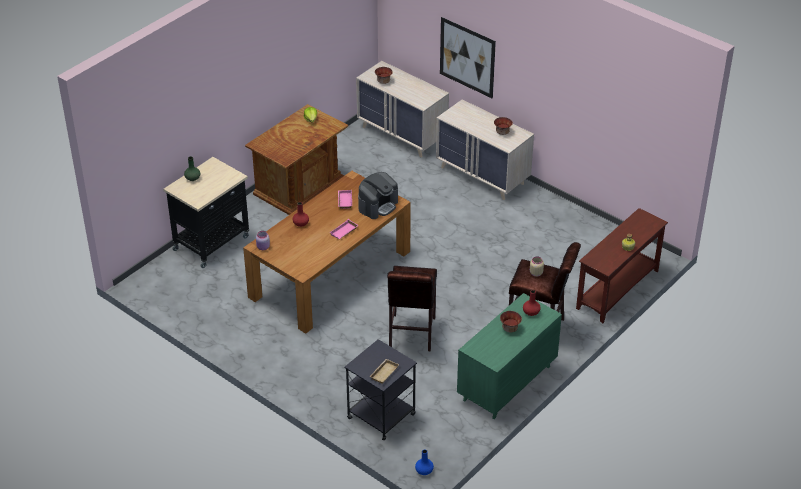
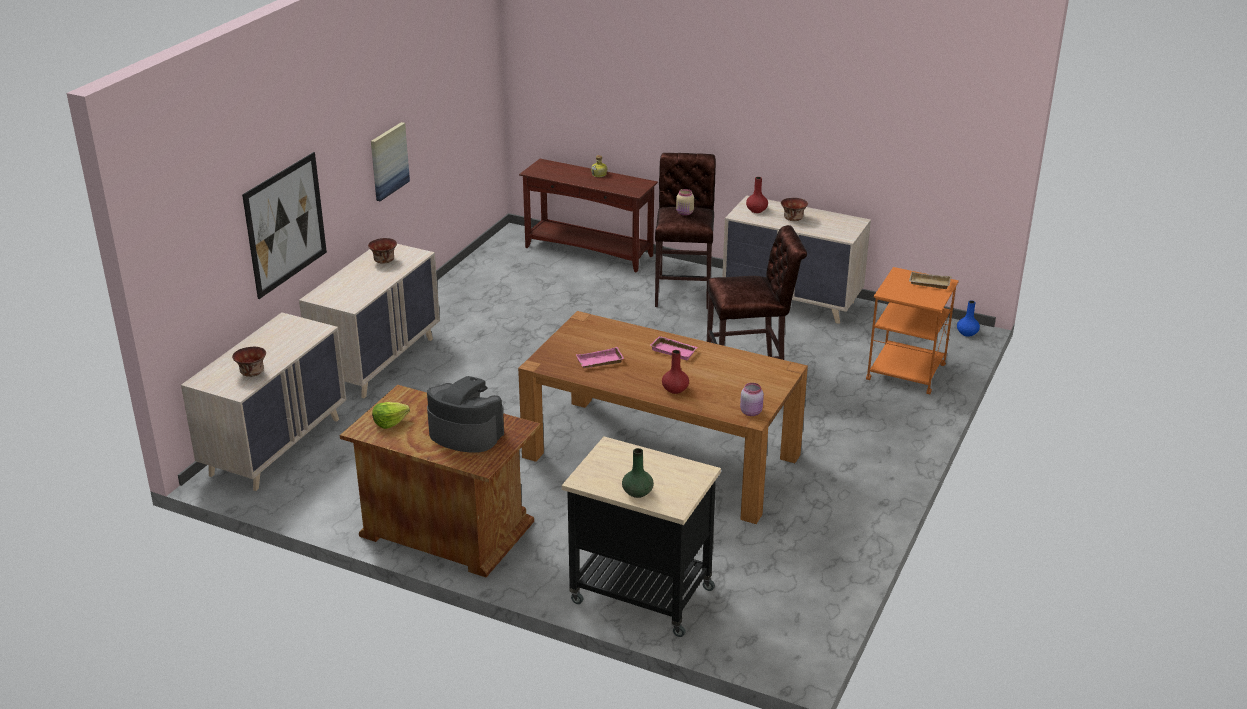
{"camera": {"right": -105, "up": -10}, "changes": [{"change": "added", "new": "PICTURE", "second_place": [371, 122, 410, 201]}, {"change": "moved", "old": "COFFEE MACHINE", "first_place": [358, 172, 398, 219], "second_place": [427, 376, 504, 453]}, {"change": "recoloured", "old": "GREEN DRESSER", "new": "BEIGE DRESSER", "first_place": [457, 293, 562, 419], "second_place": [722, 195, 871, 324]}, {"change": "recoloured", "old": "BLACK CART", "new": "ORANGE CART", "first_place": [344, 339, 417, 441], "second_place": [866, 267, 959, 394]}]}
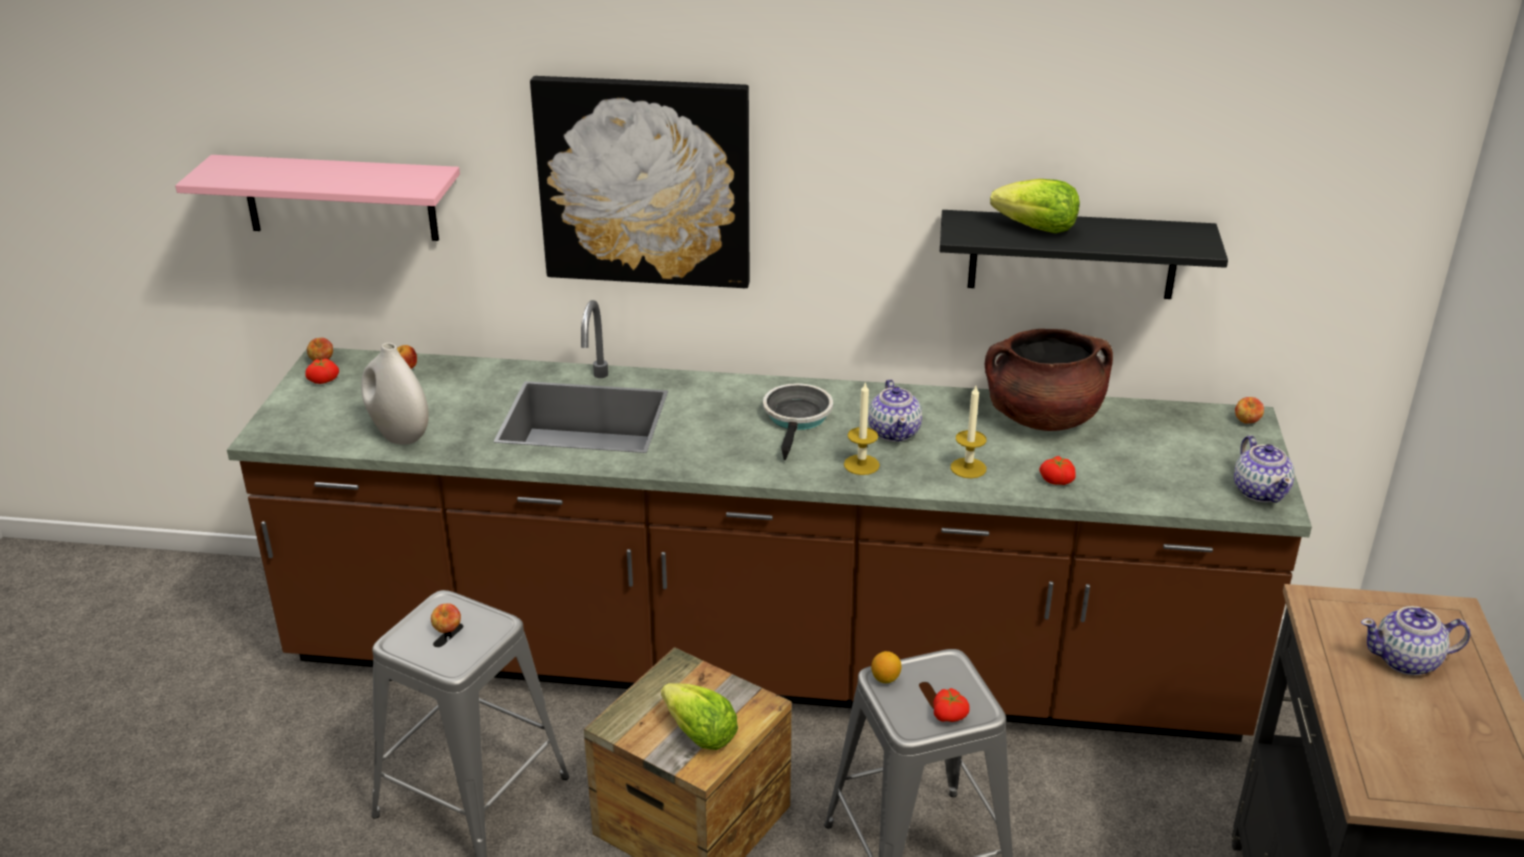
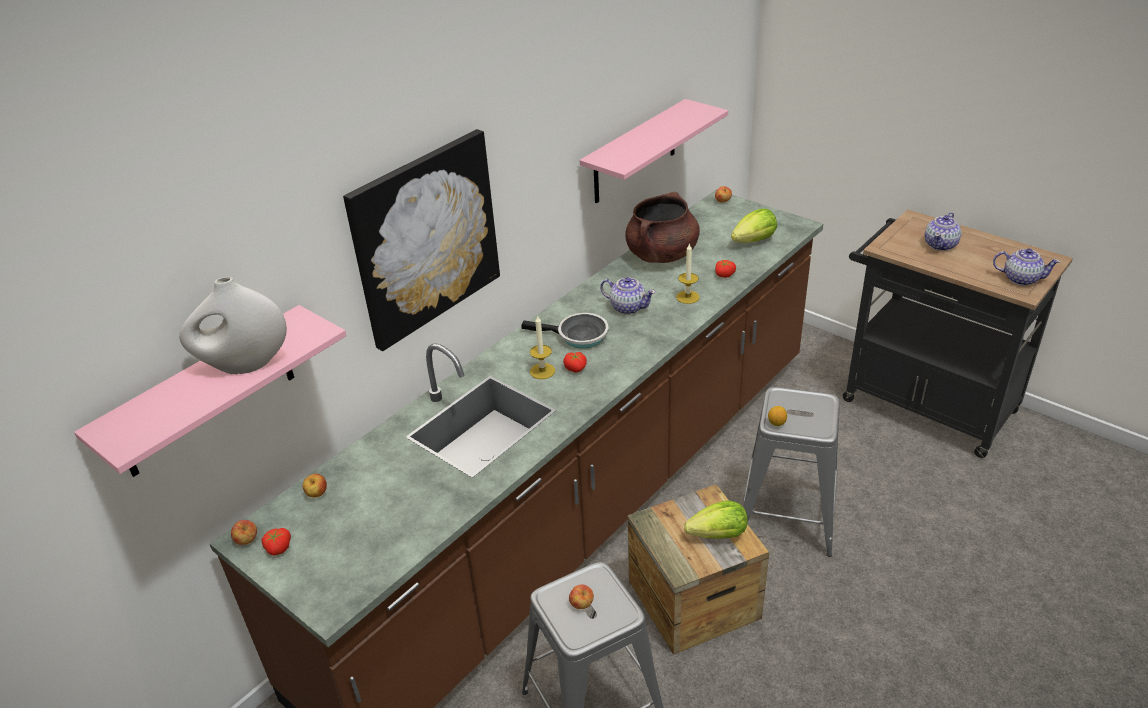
{"camera": {"right": -55, "up": 5}, "changes": [{"change": "moved", "old": "WHITE VASE", "first_place": [361, 343, 429, 445], "second_place": [179, 277, 287, 374]}, {"change": "turned", "old": "FRYING PAN", "first_place": [763, 383, 833, 460], "second_place": [521, 313, 609, 349], "degrees": 150}, {"change": "moved", "old": "CANDLE", "first_place": [844, 381, 880, 475], "second_place": [530, 316, 555, 379]}, {"change": "moved", "old": "TOMATO", "first_place": [933, 688, 970, 722], "second_place": [563, 352, 587, 372]}, {"change": "recoloured", "old": "BLACK SHELF", "new": "PINK SHELF", "first_place": [940, 210, 1228, 299], "second_place": [580, 99, 728, 203]}, {"change": "moved", "old": "LETTUCE", "first_place": [990, 179, 1080, 233], "second_place": [731, 209, 777, 243]}, {"change": "moved", "old": "TEAPOT", "first_place": [1234, 435, 1295, 503], "second_place": [993, 248, 1060, 286]}]}
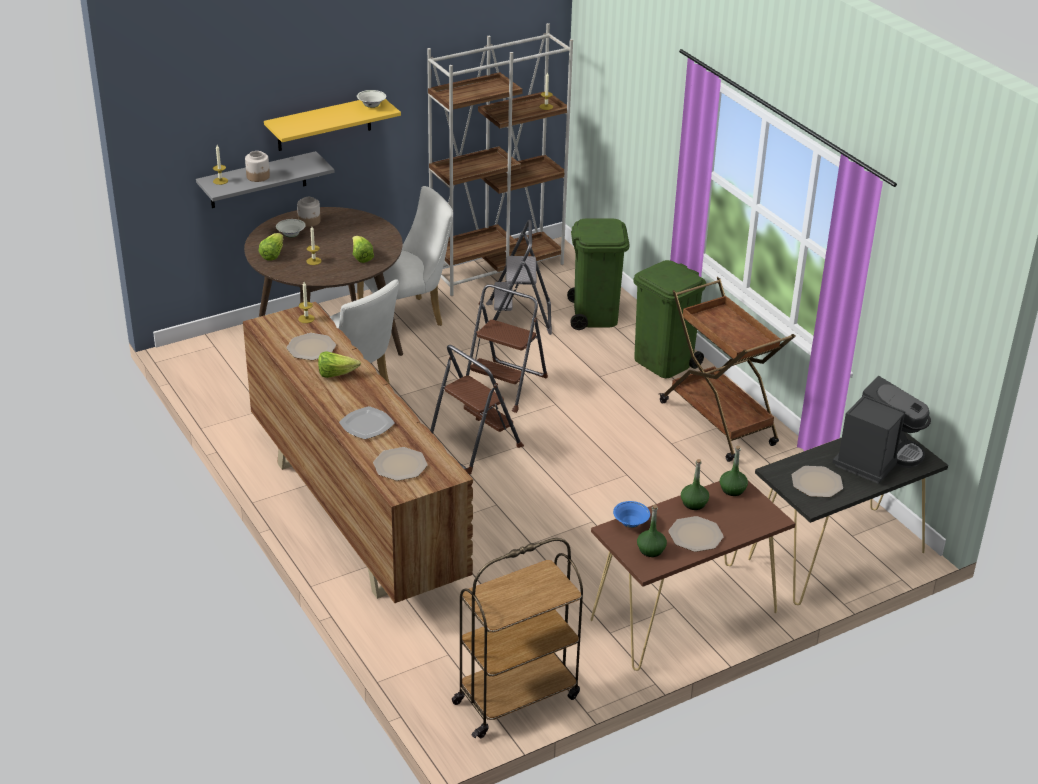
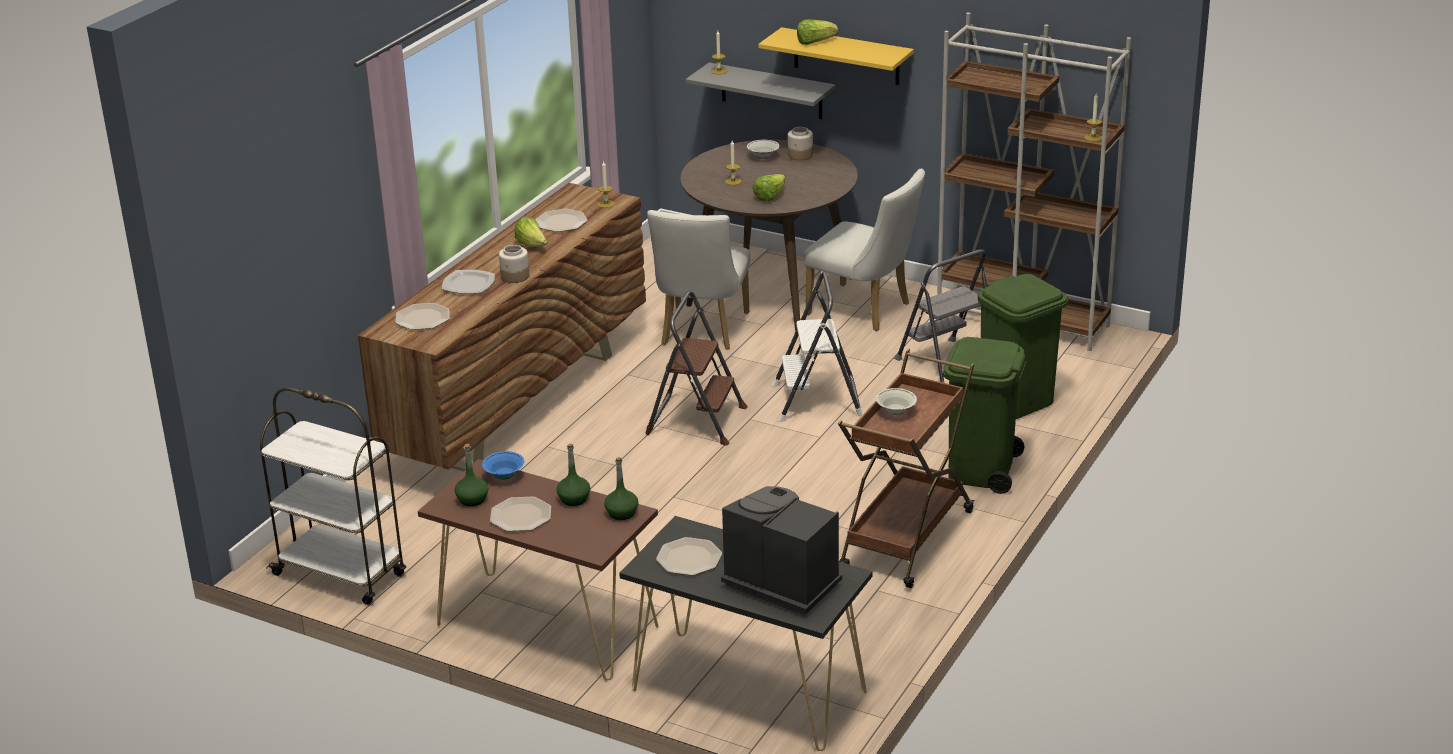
{"camera": {"right": 60, "up": -5}, "changes": [{"change": "recoloured", "old": "BROWN CART", "new": "WHITE CART", "first_place": [452, 538, 583, 738], "second_place": [260, 388, 406, 605]}, {"change": "moved", "old": "JAR", "first_place": [245, 151, 270, 182], "second_place": [499, 245, 529, 283]}, {"change": "turned", "old": "COFFEE MACHINE", "first_place": [832, 376, 931, 483], "second_place": [721, 486, 842, 615], "degrees": -150}, {"change": "recoloured", "old": "BROWN STEP LADDER", "new": "WHITE STEP LADDER", "first_place": [466, 284, 548, 413], "second_place": [771, 272, 862, 422]}, {"change": "moved", "old": "LETTUCE", "first_place": [259, 233, 284, 261], "second_place": [797, 19, 838, 45]}, {"change": "moved", "old": "WHITE BOWL", "first_place": [357, 90, 386, 108], "second_place": [876, 388, 917, 415]}]}
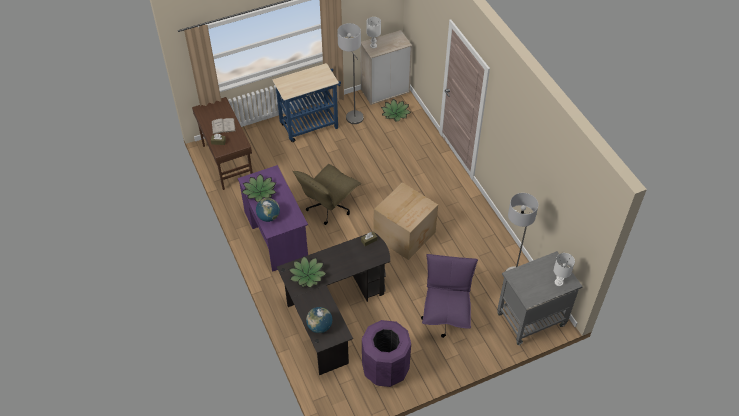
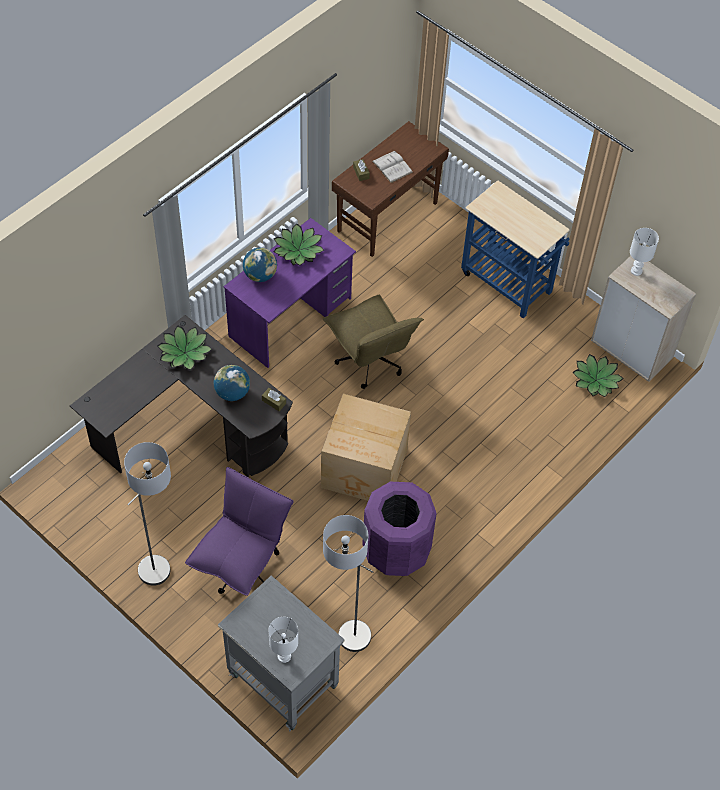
{"camera": {"right": 65, "up": 5}, "changes": [{"change": "moved", "old": "GREY FLOOR LAMP", "first_place": [337, 23, 364, 124], "second_place": [124, 442, 171, 586]}, {"change": "turned", "old": "PURPLE OFFICE CHAIR", "first_place": [421, 254, 478, 338], "second_place": [185, 467, 294, 596], "degrees": -45}, {"change": "moved", "old": "GLOBE", "first_place": [306, 307, 332, 333], "second_place": [214, 365, 250, 401]}, {"change": "turned", "old": "BEIGE OFFICE CHAIR", "first_place": [293, 164, 361, 225], "second_place": [323, 295, 424, 389], "degrees": -135}, {"change": "moved", "old": "PURPLE TRASH CAN", "first_place": [362, 320, 411, 387], "second_place": [362, 482, 437, 576]}]}
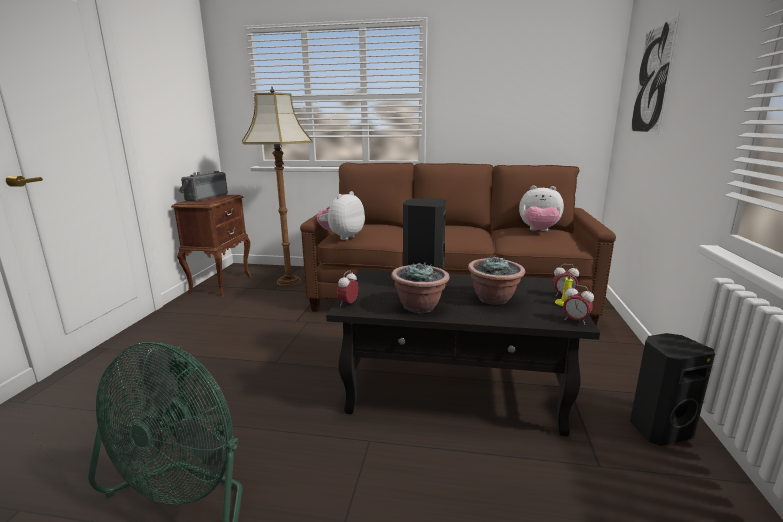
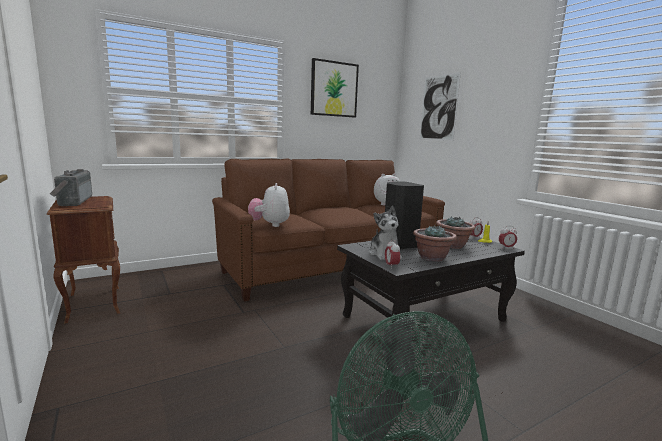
{"camera": {"right": -40, "up": -5}, "changes": [{"change": "added", "new": "PICTURE", "second_place": [311, 58, 359, 117]}, {"change": "added", "new": "PLUSH TOY", "second_place": [369, 206, 402, 260]}, {"change": "removed", "old": "FLOOR LAMP", "first_place": [242, 87, 313, 286]}, {"change": "removed", "old": "BLACK SPEAKER", "first_place": [630, 333, 715, 446]}]}
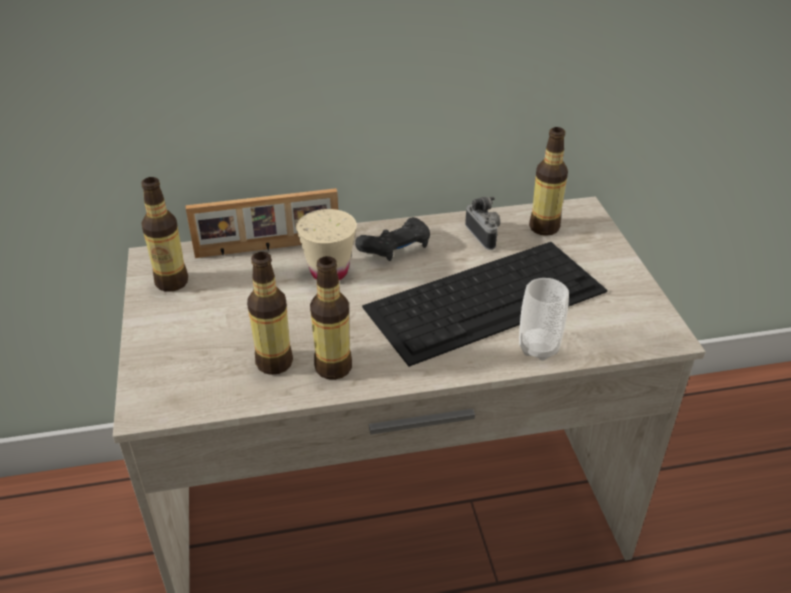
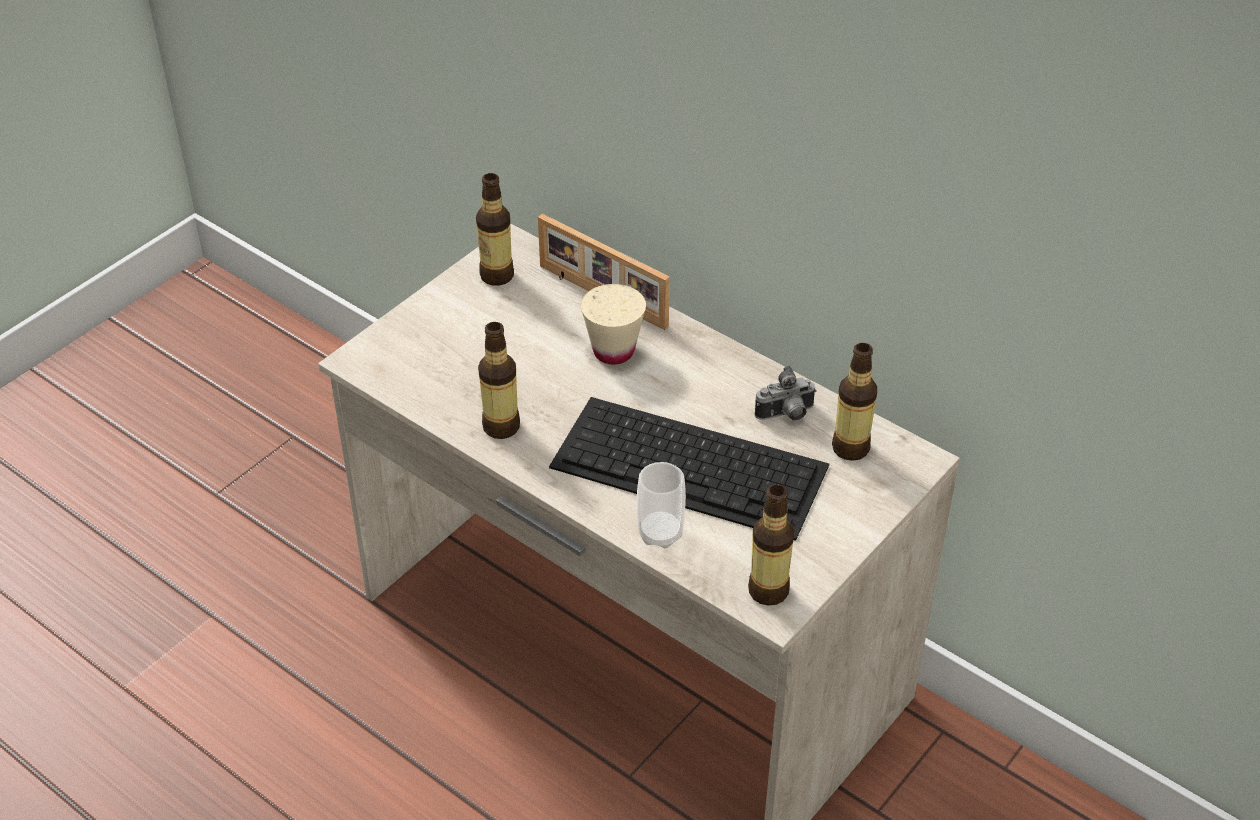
{"camera": {"right": 50, "up": 5}, "changes": [{"change": "moved", "old": "BOTTLE", "first_place": [247, 252, 293, 375], "second_place": [748, 484, 795, 606]}, {"change": "turned", "old": "PHOTO CAMERA", "first_place": [465, 197, 500, 250], "second_place": [755, 365, 817, 421], "degrees": 45}, {"change": "removed", "old": "BLACK GAME CONTROLLER", "first_place": [355, 217, 430, 261]}]}
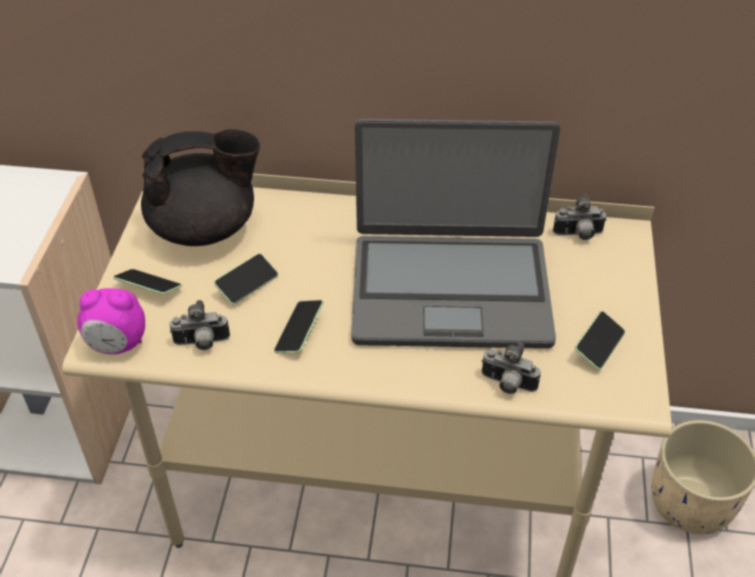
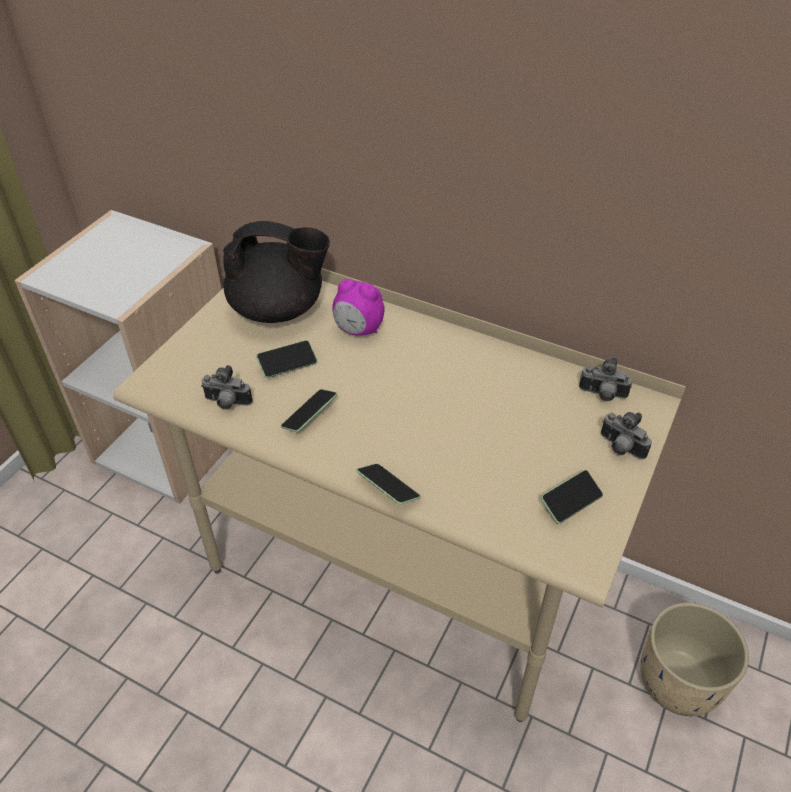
{"camera": {"right": 20, "up": 0}, "changes": [{"change": "moved", "old": "ALARM CLOCK", "first_place": [77, 288, 145, 354], "second_place": [332, 279, 385, 336]}, {"change": "moved", "old": "PHONE", "first_place": [113, 269, 182, 294], "second_place": [356, 464, 421, 505]}, {"change": "moved", "old": "PHOTO CAMERA", "first_place": [481, 343, 541, 394], "second_place": [601, 412, 652, 459]}, {"change": "removed", "old": "LAPTOP", "first_place": [351, 119, 560, 349]}]}
